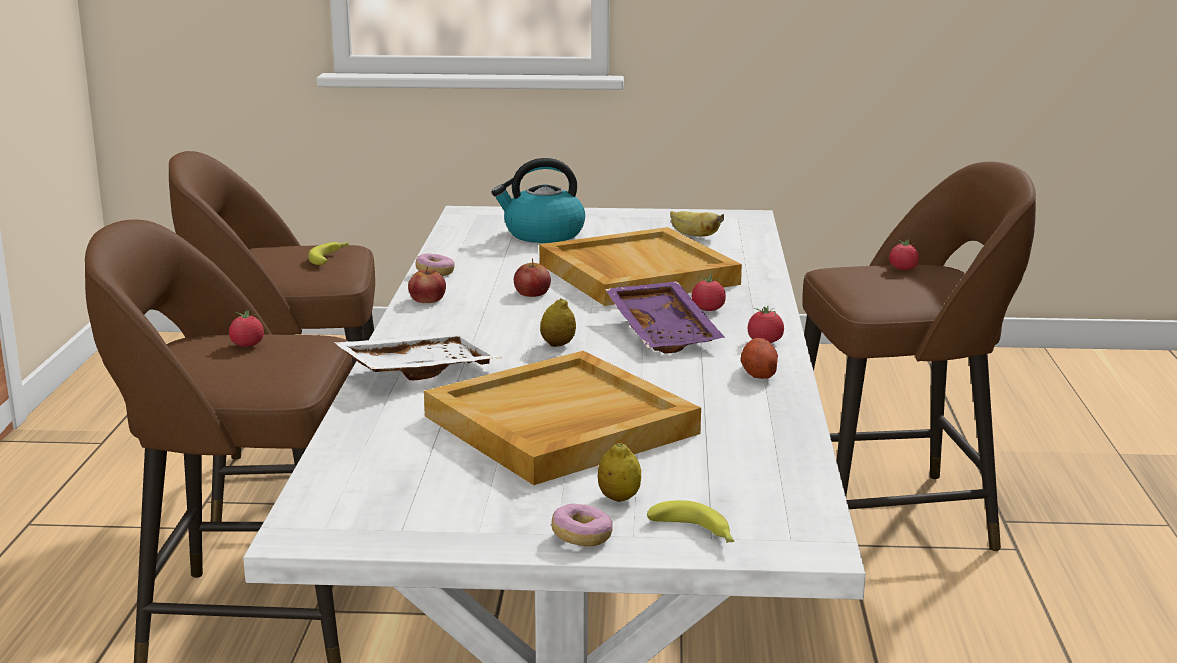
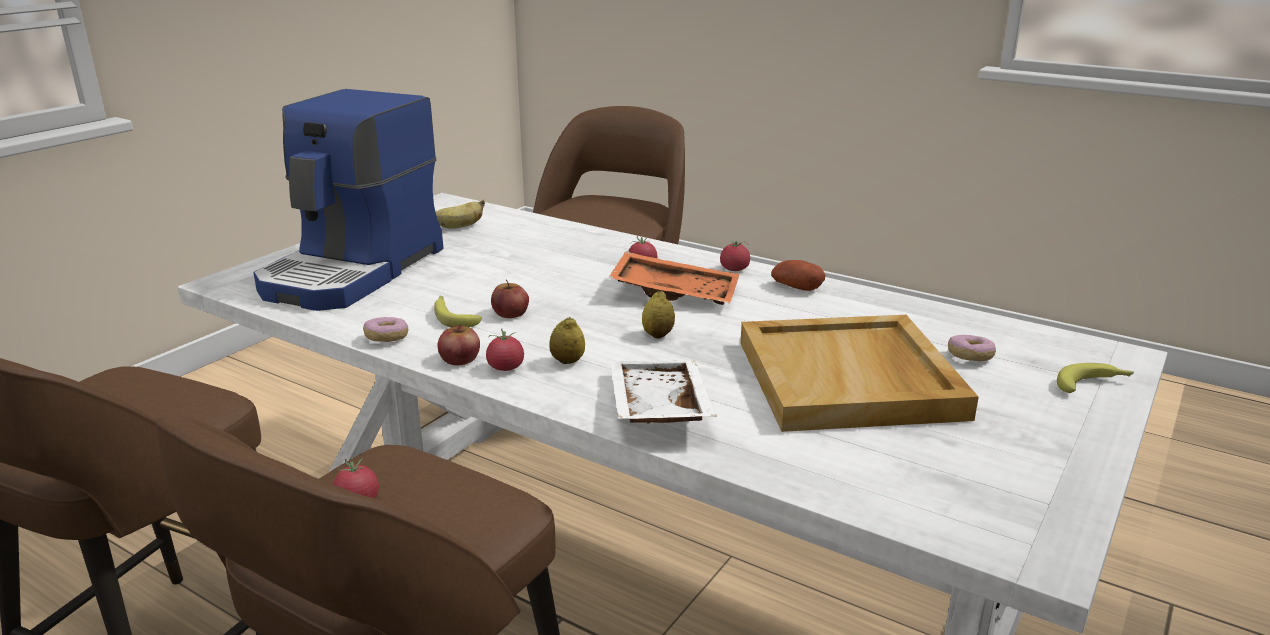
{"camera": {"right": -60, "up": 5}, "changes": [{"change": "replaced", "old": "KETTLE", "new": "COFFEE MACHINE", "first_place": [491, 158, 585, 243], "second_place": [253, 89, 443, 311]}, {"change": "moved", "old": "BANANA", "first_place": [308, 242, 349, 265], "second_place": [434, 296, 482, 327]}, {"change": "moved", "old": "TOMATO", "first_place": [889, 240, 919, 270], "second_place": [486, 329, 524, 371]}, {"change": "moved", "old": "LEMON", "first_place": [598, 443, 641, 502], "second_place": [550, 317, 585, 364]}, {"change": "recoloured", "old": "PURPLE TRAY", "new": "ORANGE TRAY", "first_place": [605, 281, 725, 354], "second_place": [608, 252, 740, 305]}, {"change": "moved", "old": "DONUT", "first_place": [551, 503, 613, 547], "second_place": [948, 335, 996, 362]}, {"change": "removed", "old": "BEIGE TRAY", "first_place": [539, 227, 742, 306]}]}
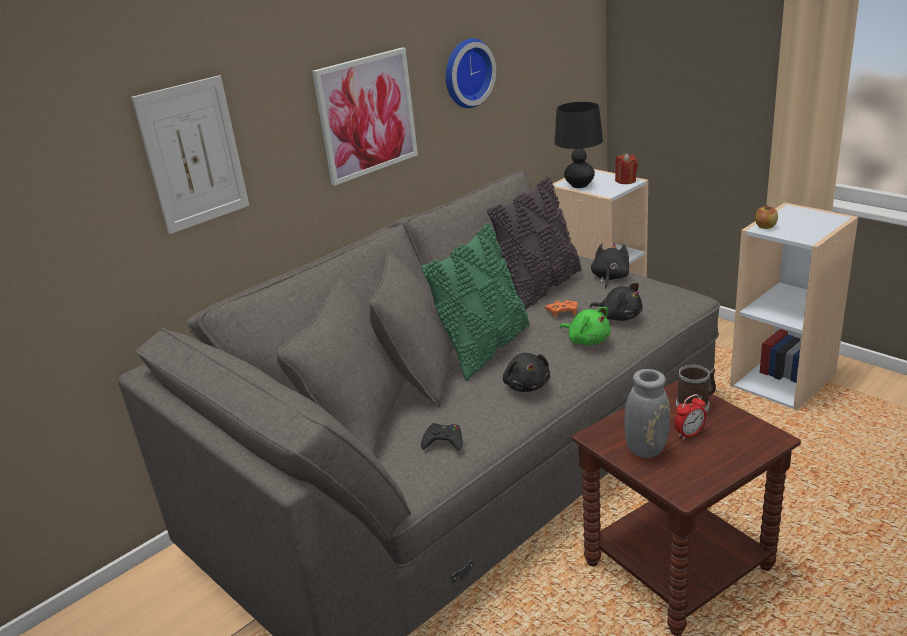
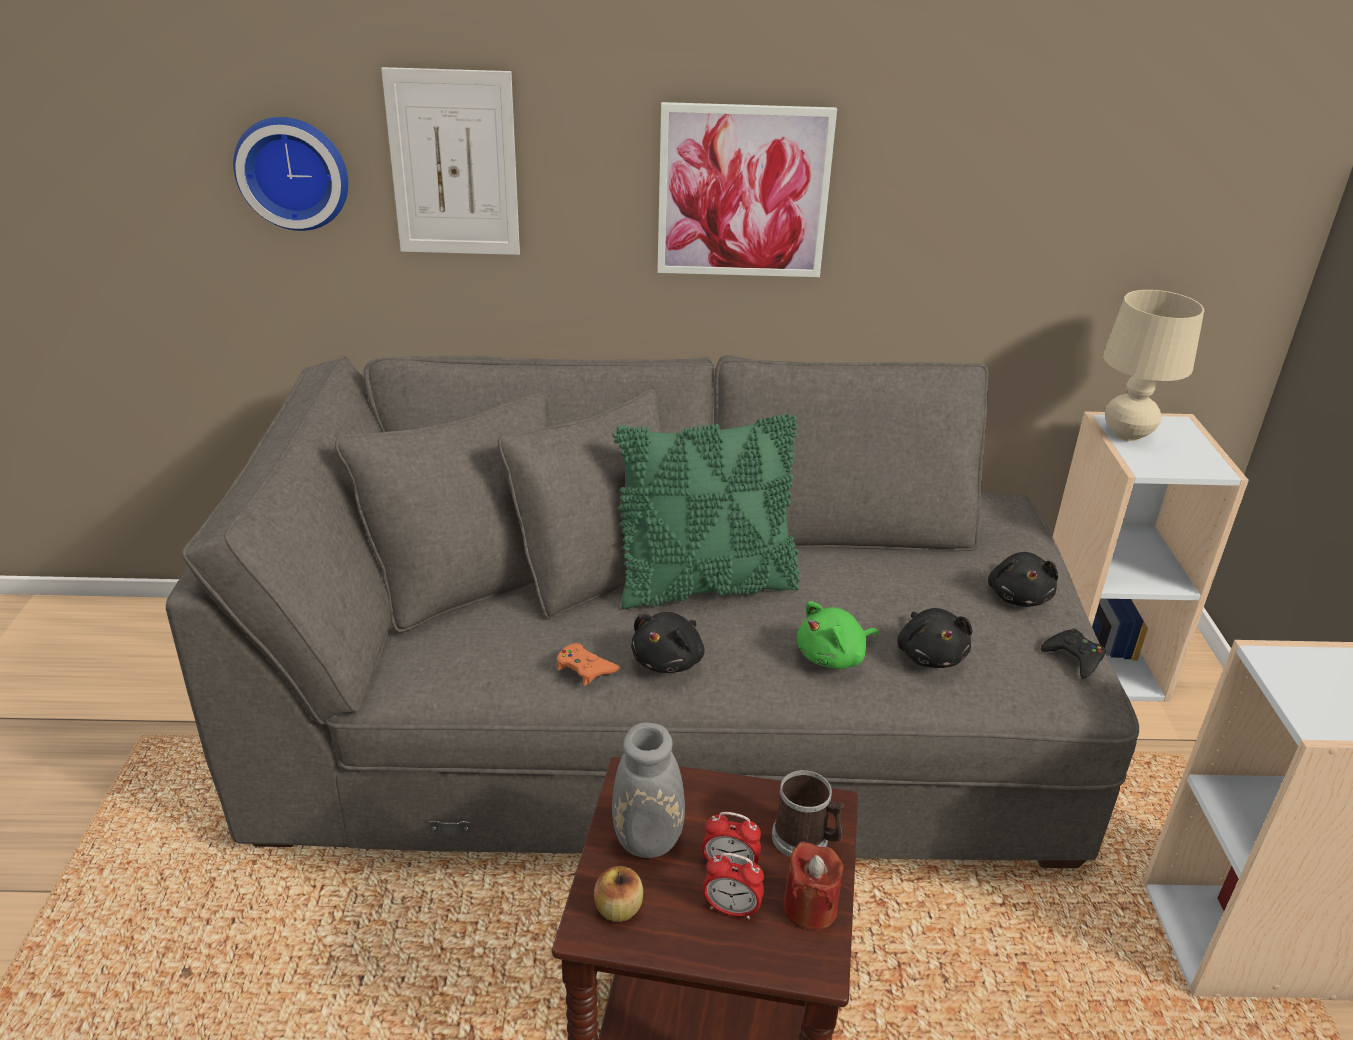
{"camera": {"right": 40, "up": 5}, "changes": [{"change": "moved", "old": "WALL CLOCK", "first_place": [446, 38, 496, 108], "second_place": [233, 117, 348, 231]}, {"change": "moved", "old": "ORANGE GAME CONTROLLER", "first_place": [545, 300, 578, 318], "second_place": [557, 643, 620, 686]}, {"change": "moved", "old": "APPLE", "first_place": [755, 205, 778, 229], "second_place": [594, 866, 643, 922]}, {"change": "added", "new": "ALARM CLOCK", "second_place": [703, 853, 764, 919]}, {"change": "moved", "old": "RED CANDLE", "first_place": [615, 153, 638, 184], "second_place": [783, 842, 844, 931]}, {"change": "turned", "old": "GREEN PLUSH TOY", "first_place": [560, 307, 611, 345], "second_place": [797, 601, 879, 669], "degrees": 60}, {"change": "turned", "old": "BLACK PLUSH TOY", "first_place": [591, 242, 629, 289], "second_place": [988, 552, 1058, 607], "degrees": 120}, {"change": "moved", "old": "BLACK GAME CONTROLLER", "first_place": [421, 423, 462, 451], "second_place": [1041, 629, 1106, 679]}, {"change": "recoloured", "old": "BLACK TABLE LAMP", "new": "BEIGE TABLE LAMP", "first_place": [555, 102, 603, 188], "second_place": [1103, 290, 1204, 441]}, {"change": "removed", "old": "BLACK PILLOW", "first_place": [487, 177, 581, 309]}]}
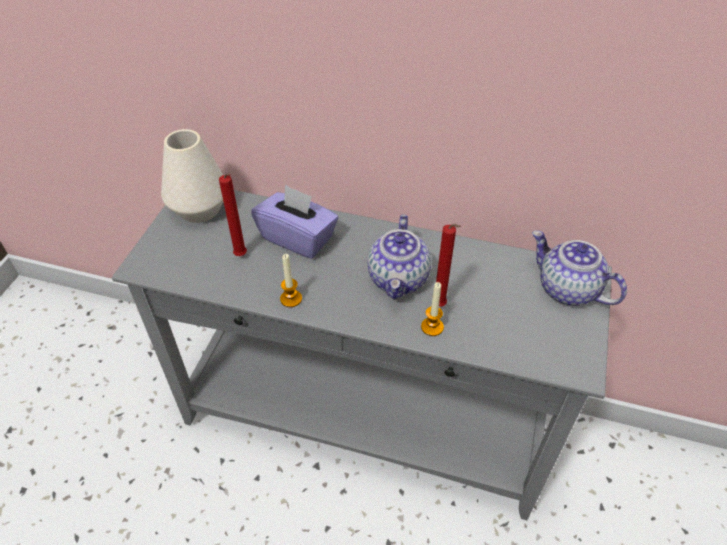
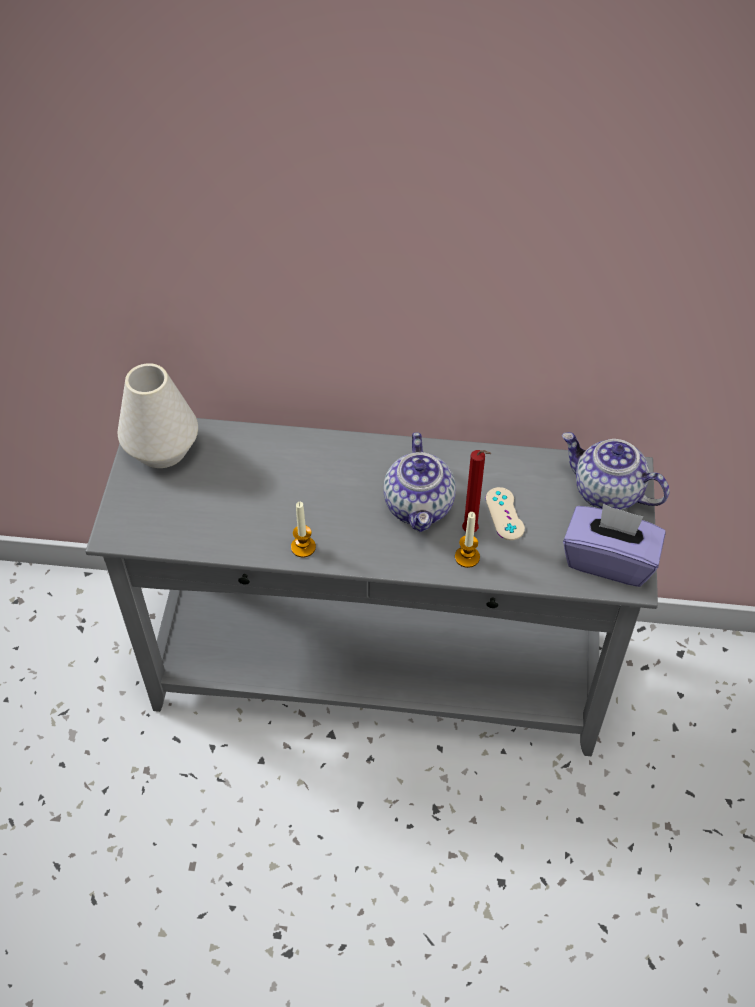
{"camera": {"right": -10, "up": 5}, "changes": [{"change": "added", "new": "BEIGE GAME CONTROLLER", "second_place": [486, 487, 525, 540]}, {"change": "moved", "old": "PURPLE TISSUE BOX", "first_place": [251, 184, 338, 259], "second_place": [563, 503, 666, 587]}, {"change": "removed", "old": "RED CANDLE", "first_place": [219, 173, 247, 256]}]}
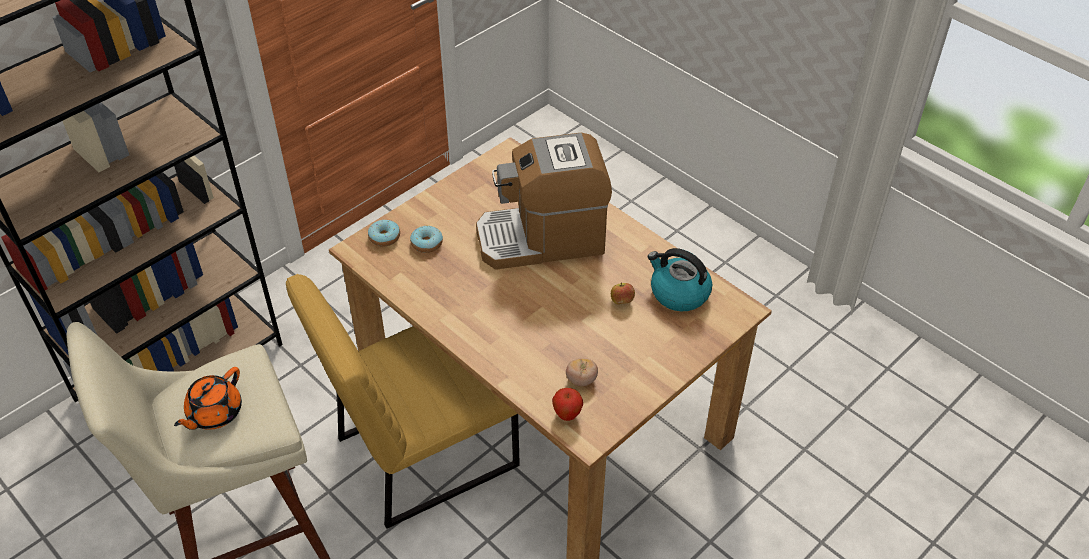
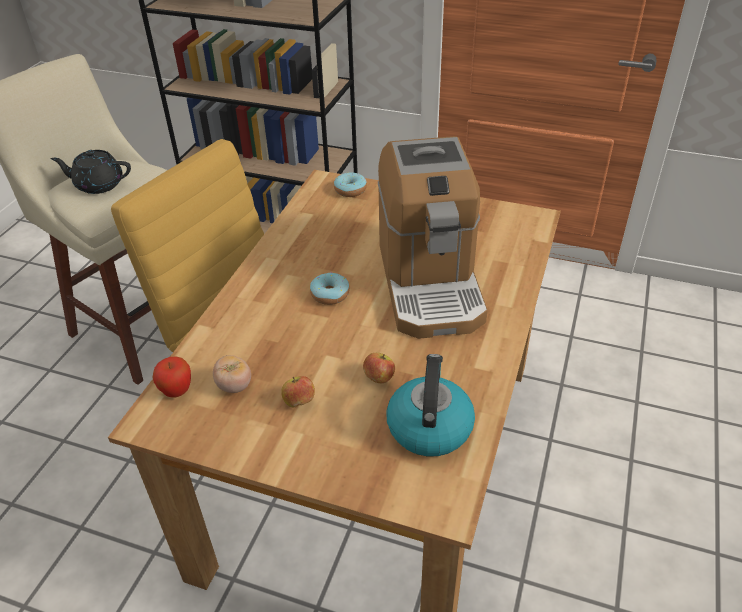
{"camera": {"right": 65, "up": -5}, "changes": [{"change": "recoloured", "old": "ORANGE TEAPOT", "new": "BLACK TEAPOT", "first_place": [174, 367, 242, 430], "second_place": [51, 150, 131, 194]}, {"change": "added", "new": "APPLE", "second_place": [281, 376, 315, 407]}, {"change": "moved", "old": "DONUT", "first_place": [410, 225, 443, 253], "second_place": [310, 272, 350, 305]}, {"change": "turned", "old": "COFFEE MACHINE", "first_place": [476, 133, 612, 270], "second_place": [378, 136, 488, 339], "degrees": -150}]}
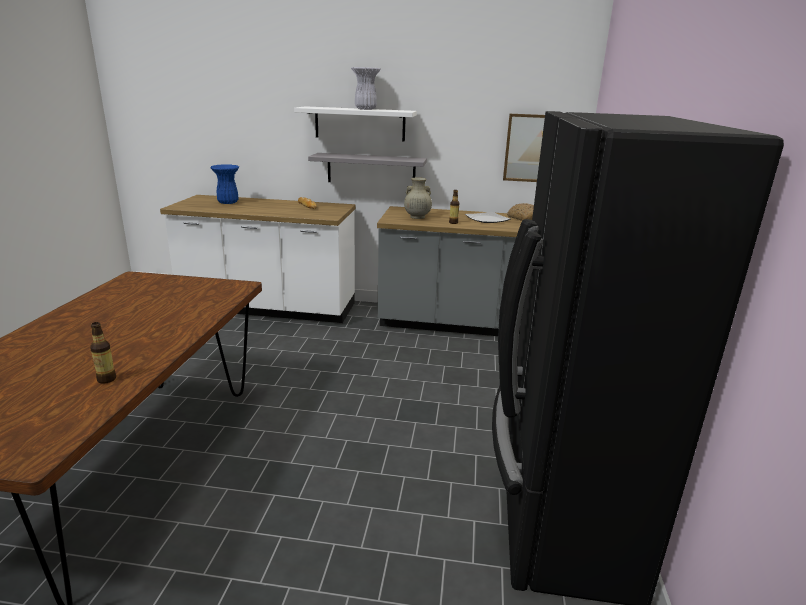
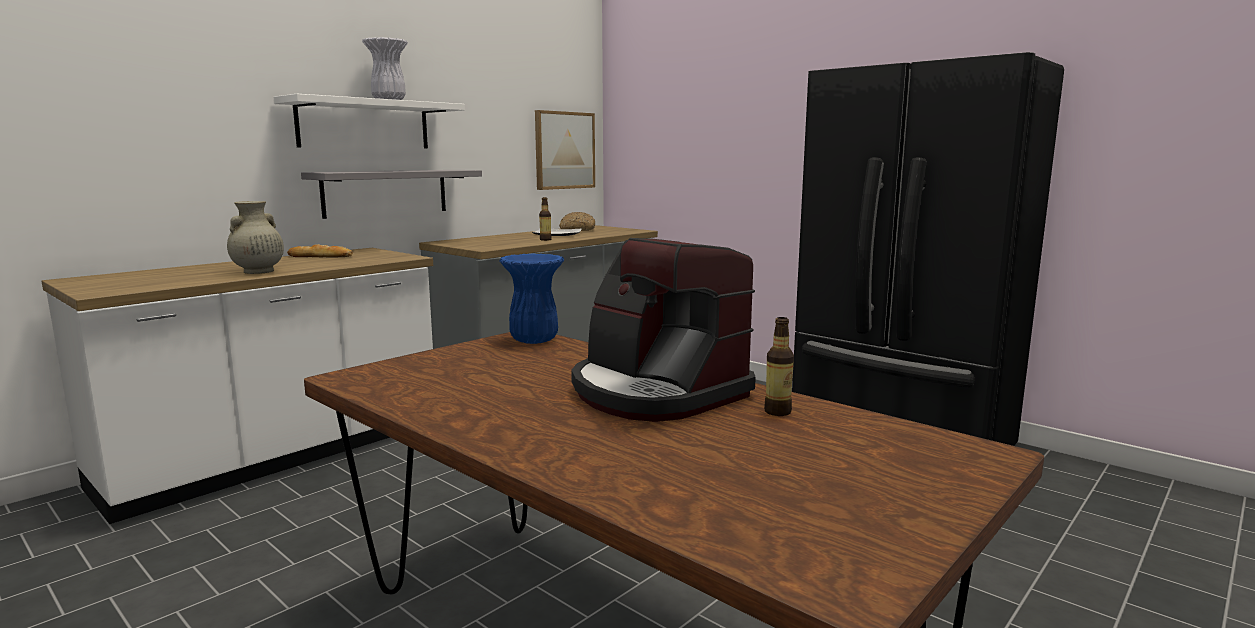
{"camera": {"right": -55, "up": -10}, "changes": [{"change": "moved", "old": "BEIGE VASE", "first_place": [404, 177, 432, 219], "second_place": [227, 201, 284, 274]}, {"change": "moved", "old": "BLUE VASE", "first_place": [210, 164, 239, 204], "second_place": [499, 253, 564, 344]}, {"change": "added", "new": "COFFEE MACHINE", "second_place": [571, 238, 756, 422]}]}
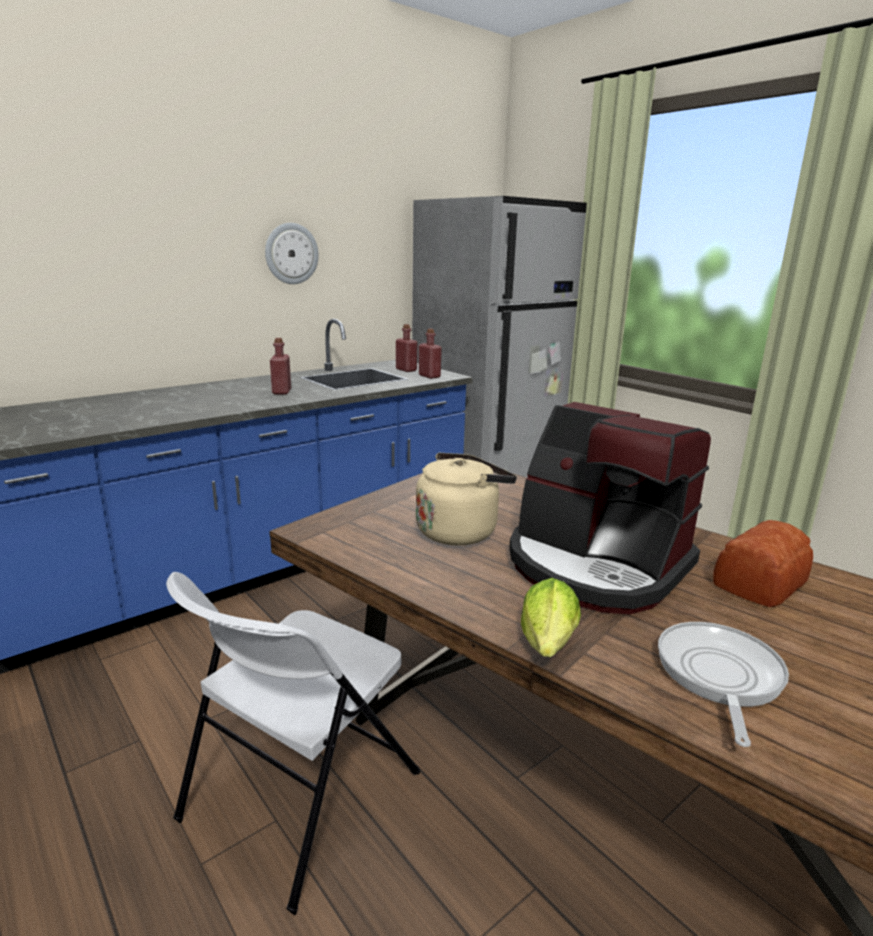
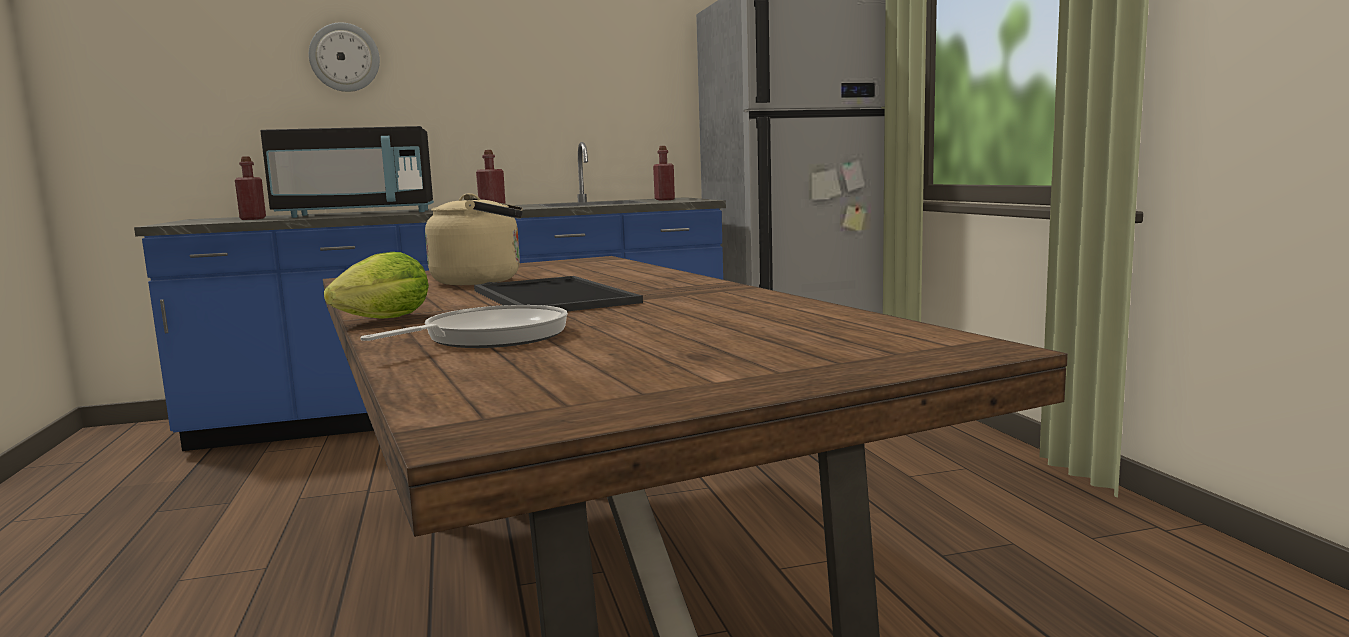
{"camera": {"right": 25, "up": -10}, "changes": [{"change": "moved", "old": "RED BOTTLE", "first_place": [419, 328, 442, 379], "second_place": [235, 156, 266, 220]}, {"change": "added", "new": "BLACK MICROWAVE", "second_place": [260, 126, 434, 218]}, {"change": "moved", "old": "WALL CLOCK", "first_place": [265, 223, 319, 284], "second_place": [309, 22, 380, 92]}, {"change": "replaced", "old": "COFFEE MACHINE", "new": "TRAY", "first_place": [509, 402, 711, 614], "second_place": [474, 276, 643, 311]}, {"change": "removed", "old": "WHITE CHAIR", "first_place": [166, 572, 420, 915]}, {"change": "removed", "old": "BREAD", "first_place": [713, 520, 813, 607]}]}
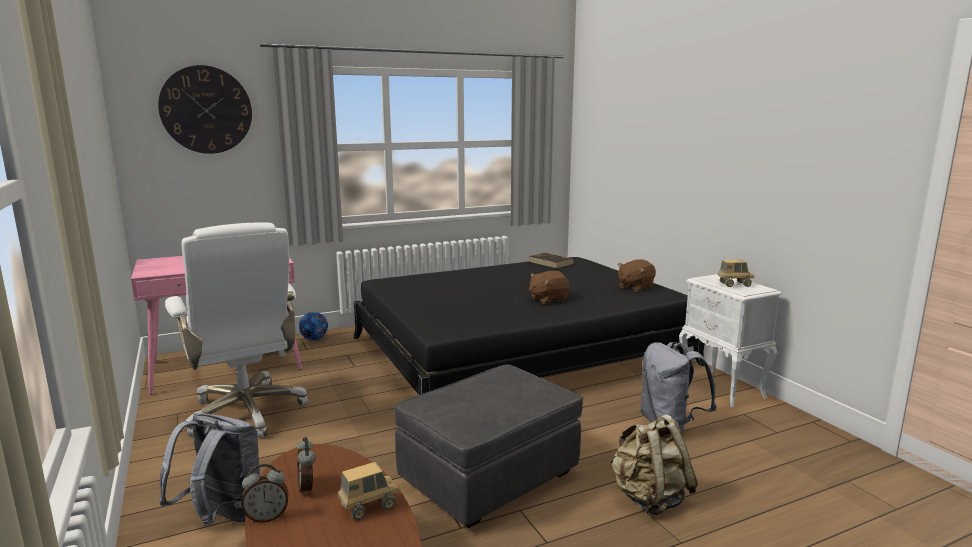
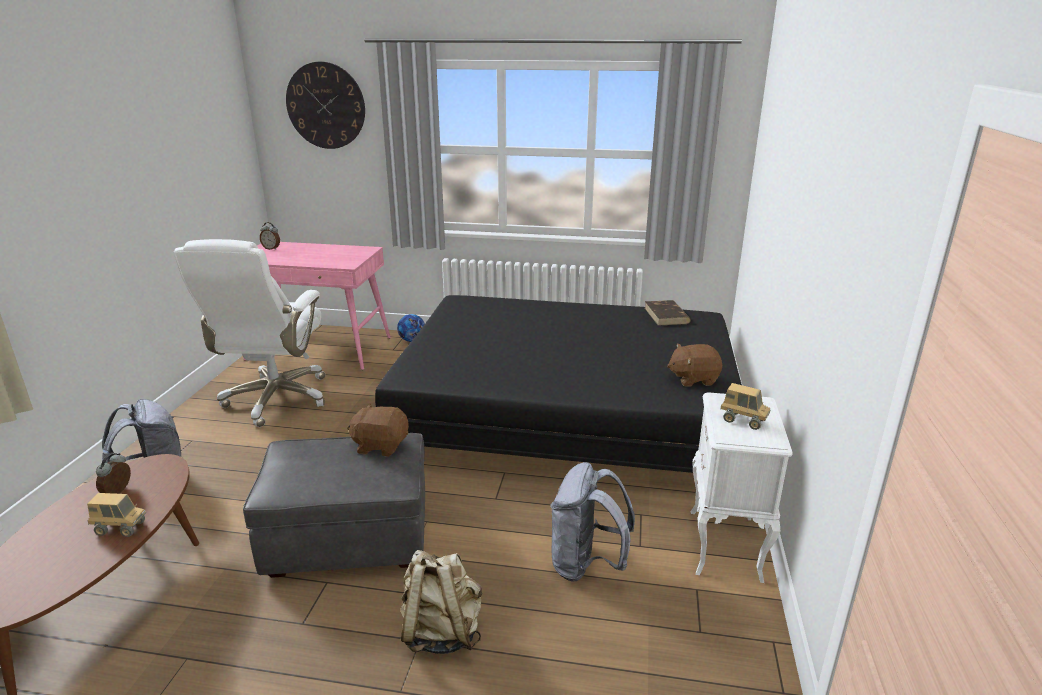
{"camera": {"right": 35, "up": 10}, "changes": [{"change": "moved", "old": "ALARM CLOCK", "first_place": [241, 464, 288, 523], "second_place": [260, 222, 280, 250]}, {"change": "moved", "old": "BROWN PLUSH TOY", "first_place": [529, 271, 570, 304], "second_place": [347, 404, 409, 457]}]}
